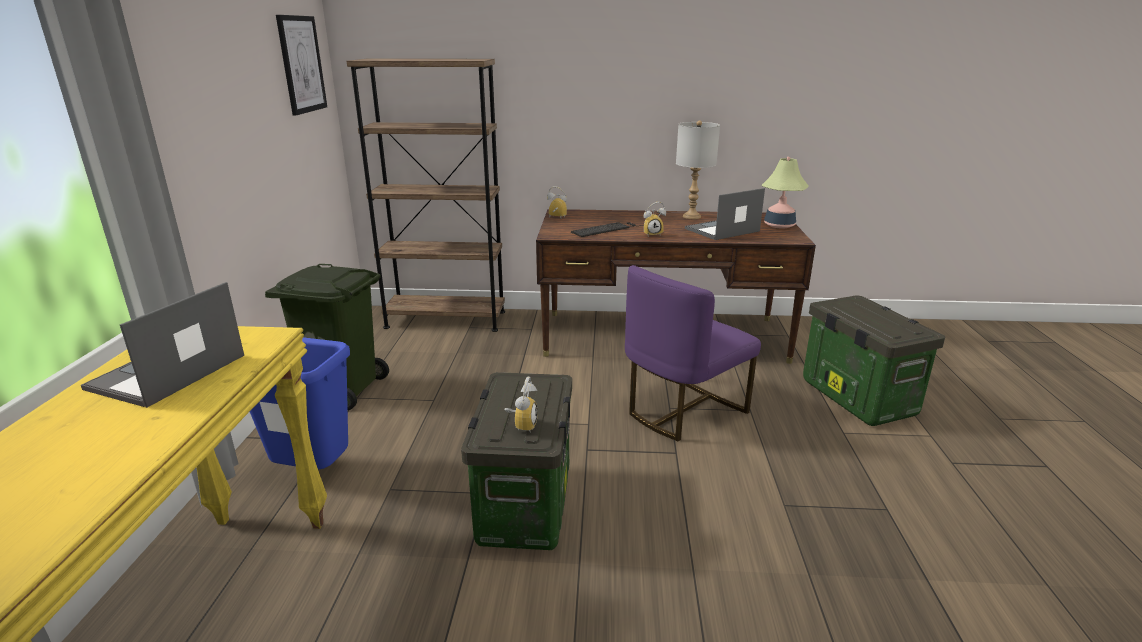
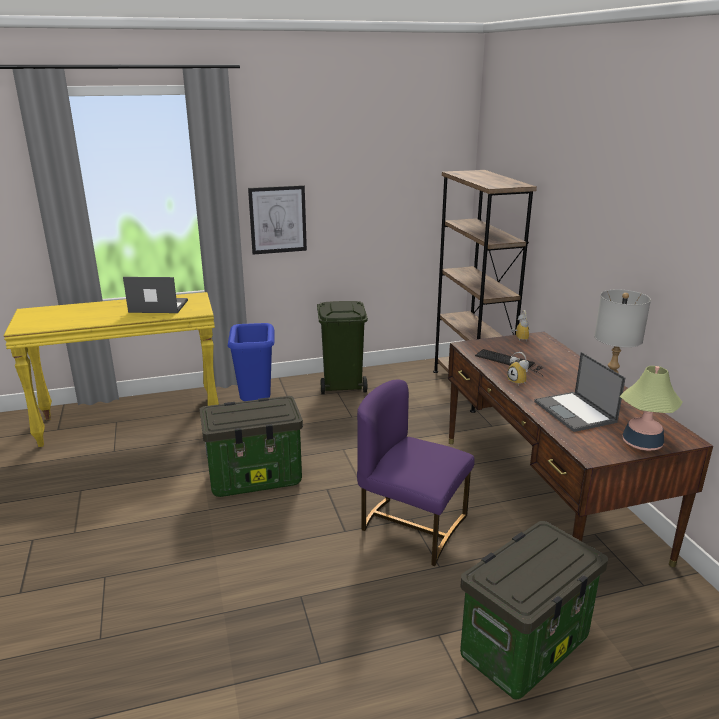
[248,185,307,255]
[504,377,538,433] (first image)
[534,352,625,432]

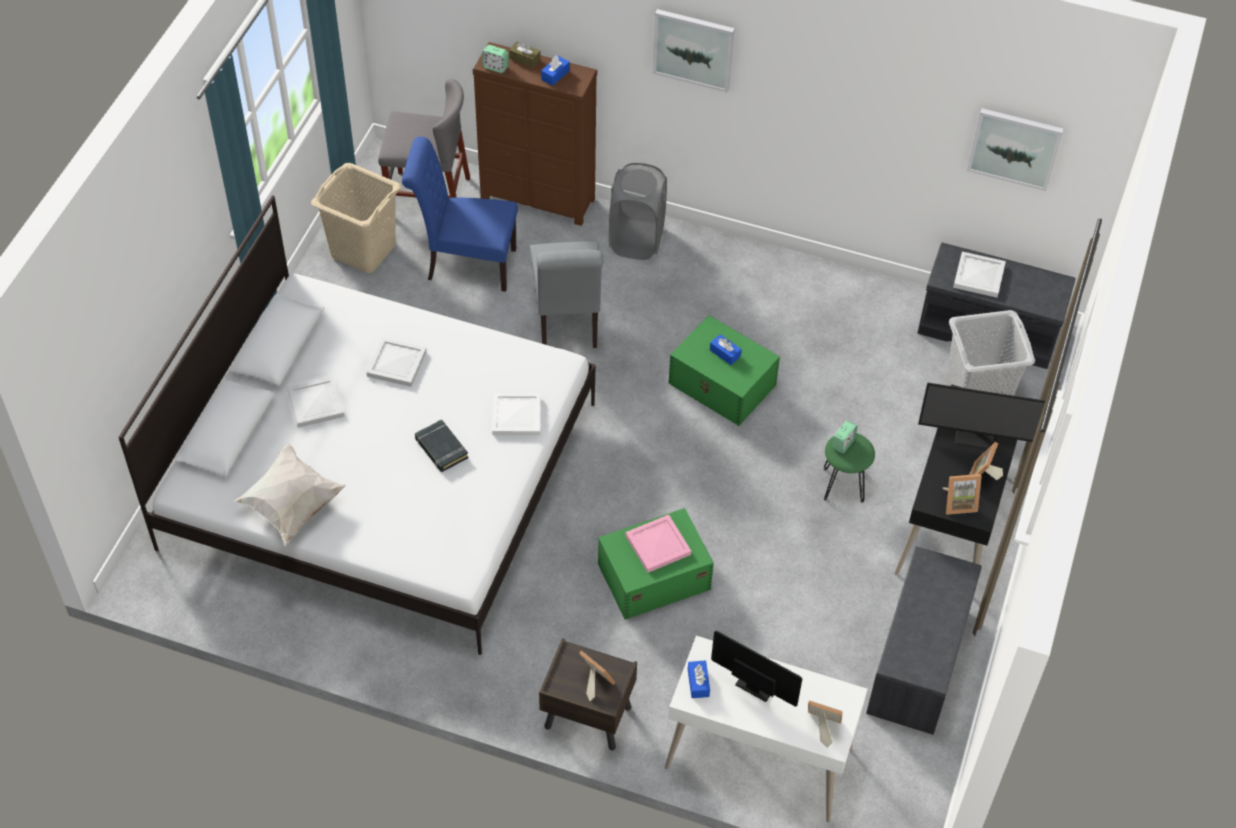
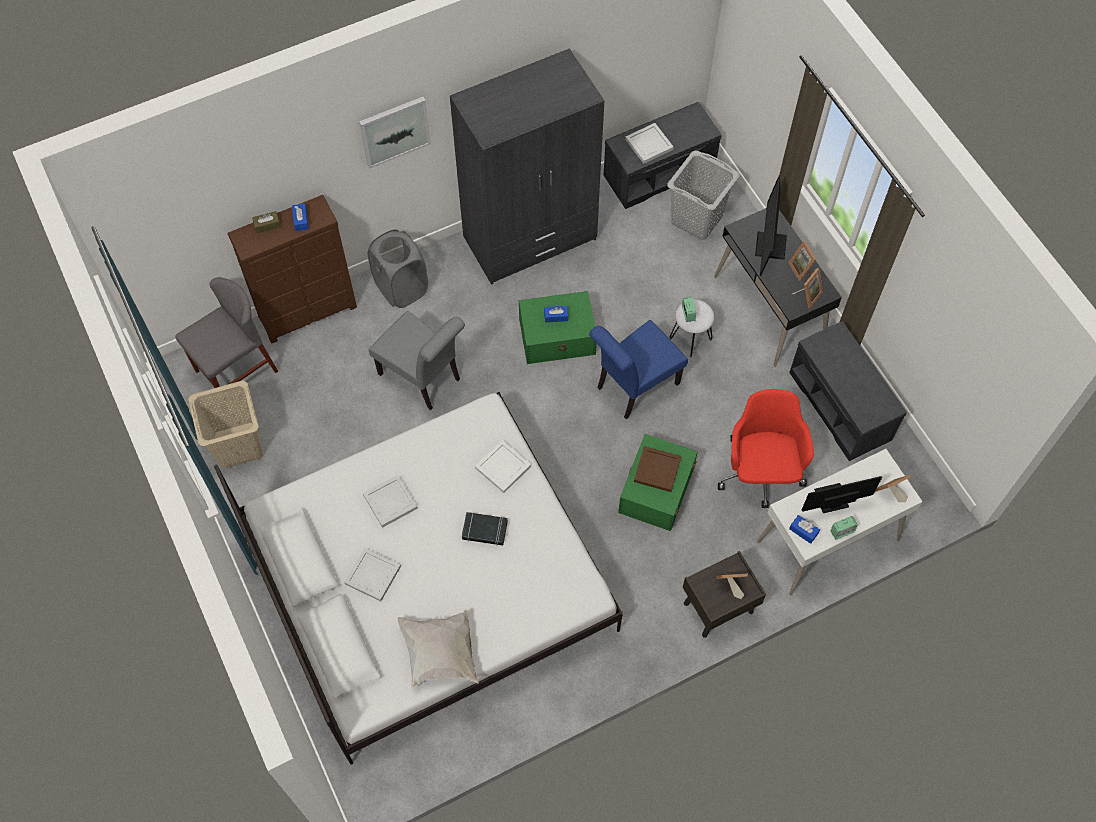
[589,320,688,419]
[830,516,858,540]
[634,446,681,492]
[669,299,714,357]
[755,176,787,276]
[967,108,1063,191] (first image)
[450,48,604,285]
[718,389,814,508]

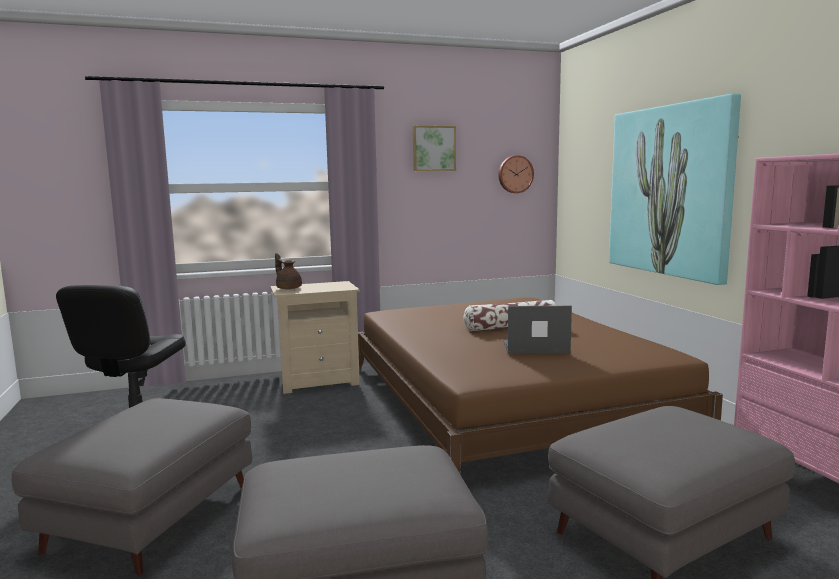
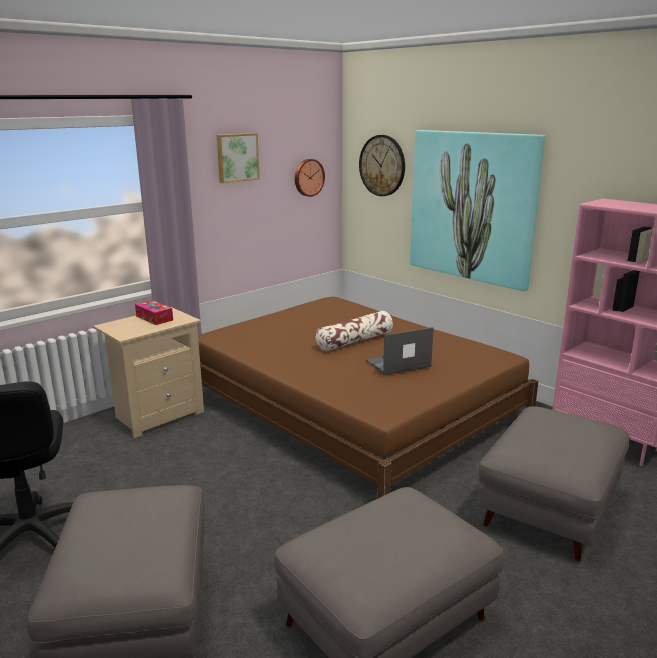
[275,253,302,289] (first image)
[135,300,173,325]
[359,135,405,196]

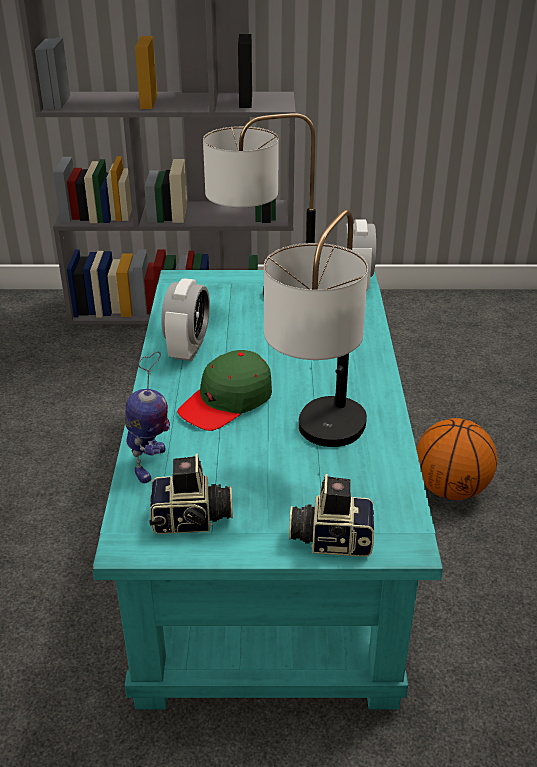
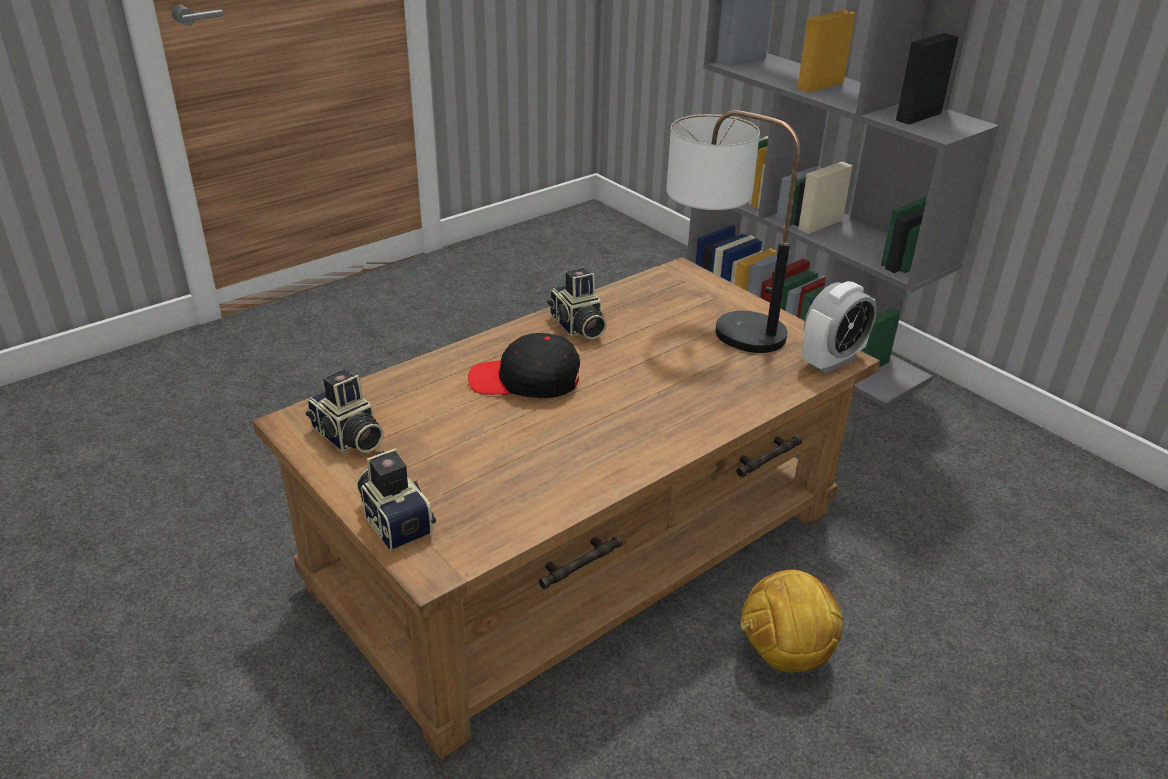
[252,257,880,760]
[125,352,170,483] (first image)
[547,268,607,340]
[468,333,580,398]
[264,210,368,447] (first image)
[741,570,843,673]

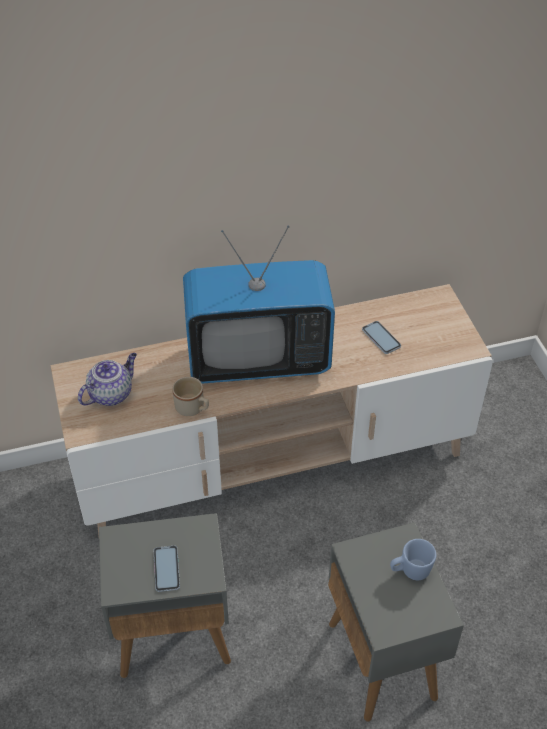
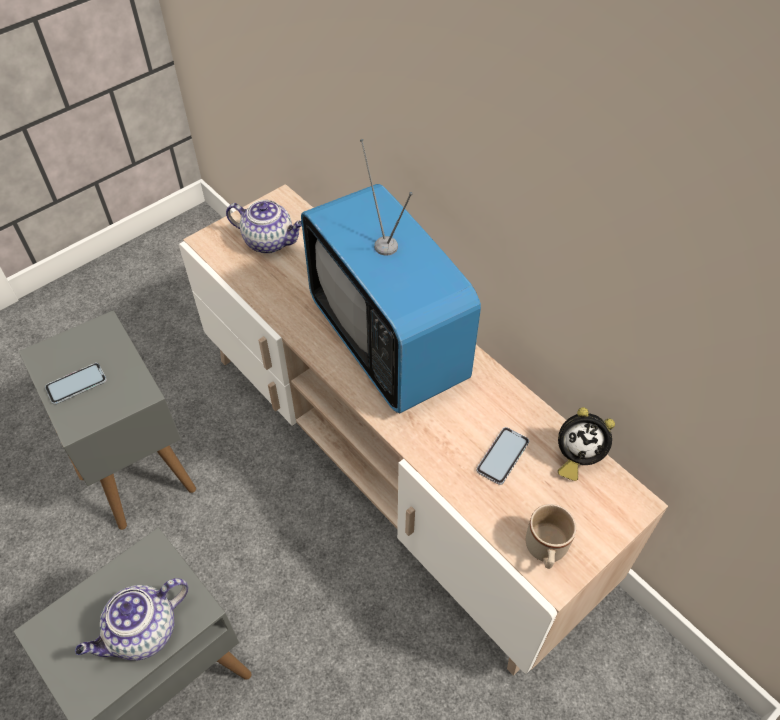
[526,504,577,569]
[75,578,188,661]
[558,407,615,481]

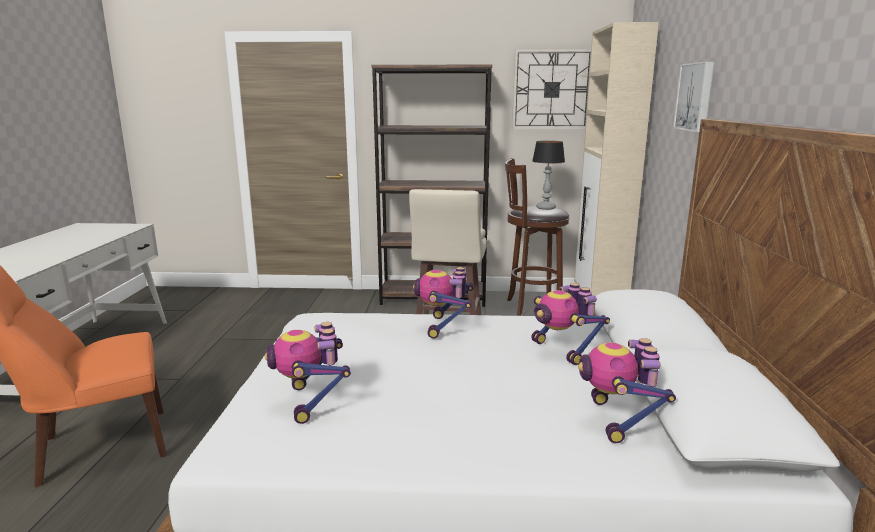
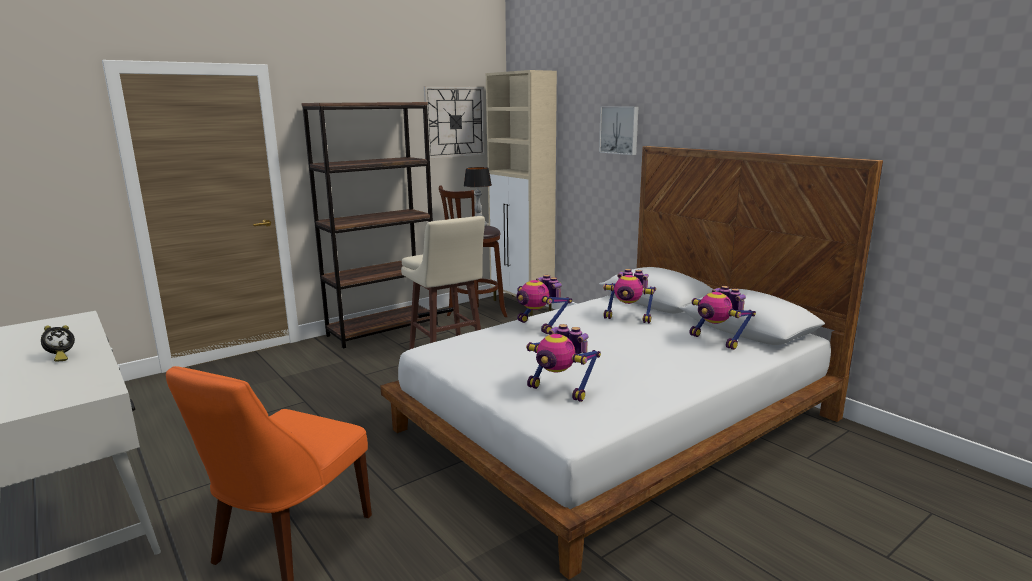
[41,325,75,362]

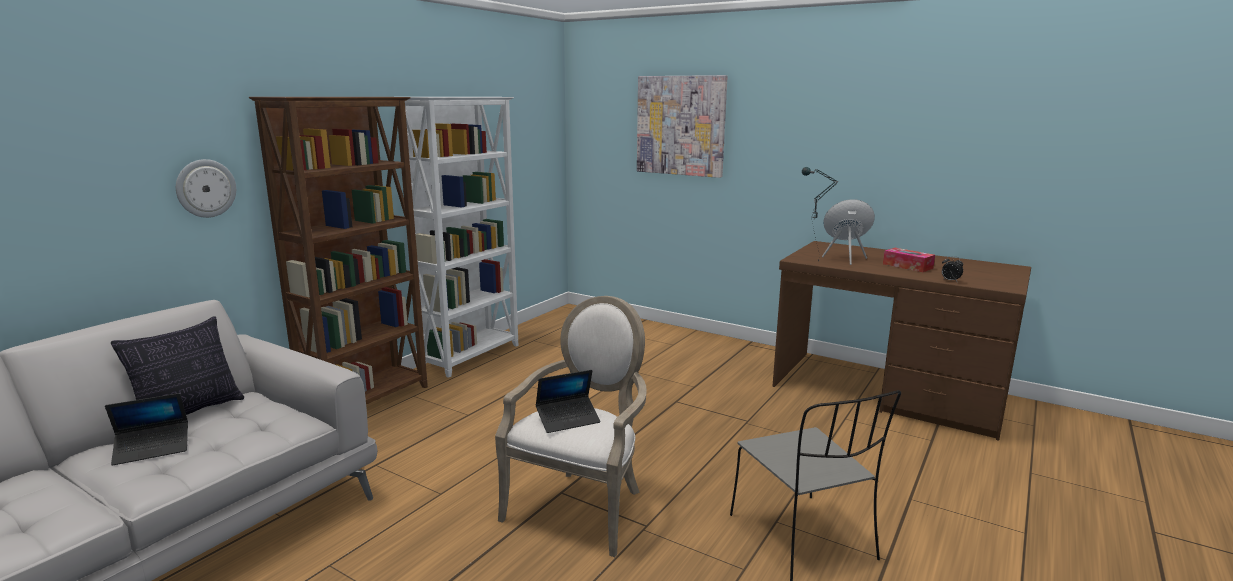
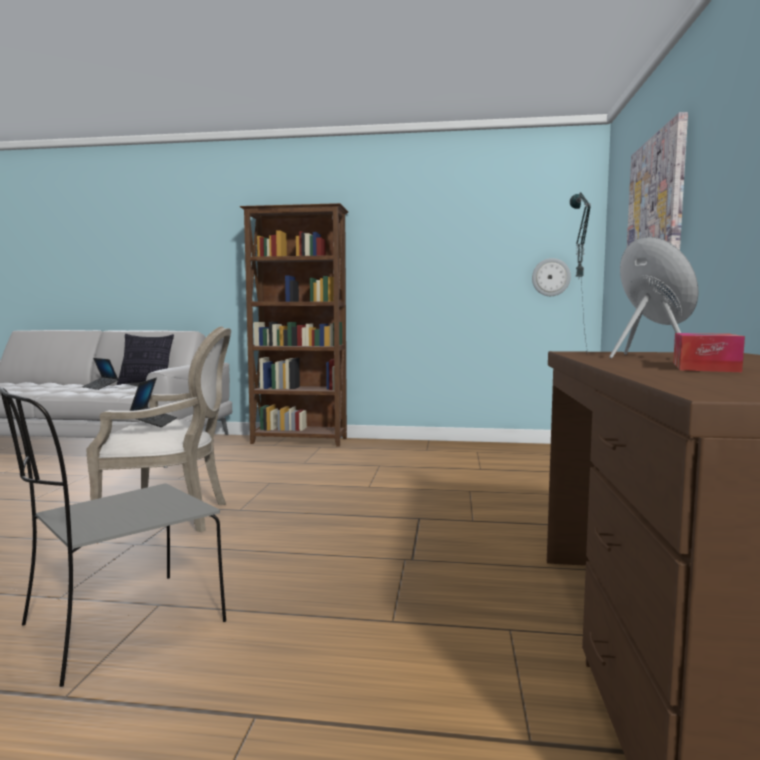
[532,258,571,296]
[405,97,519,378] (first image)
[130,378,177,427]
[942,256,963,281] (first image)

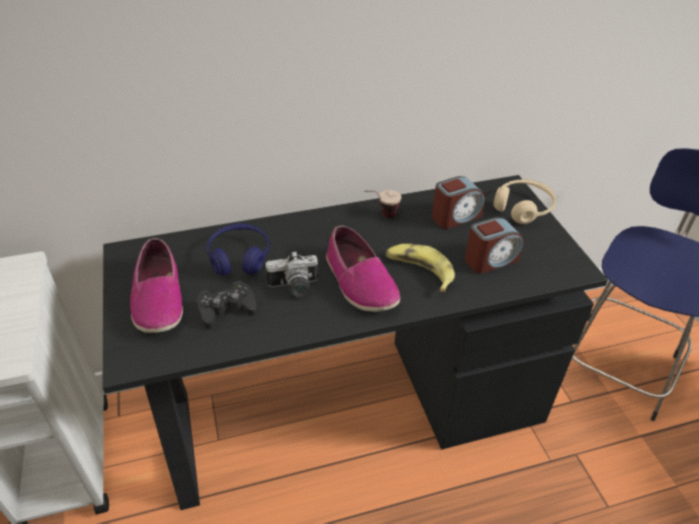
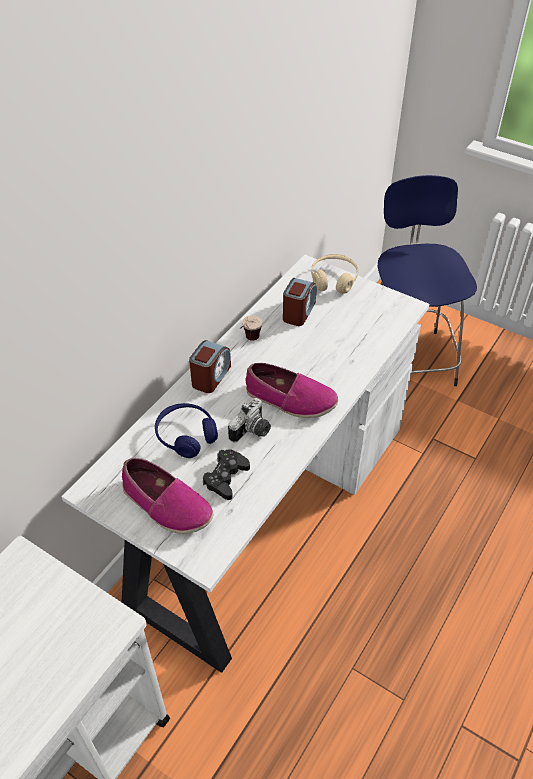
[61,255,429,673]
[386,244,455,292] (first image)
[189,340,231,393]

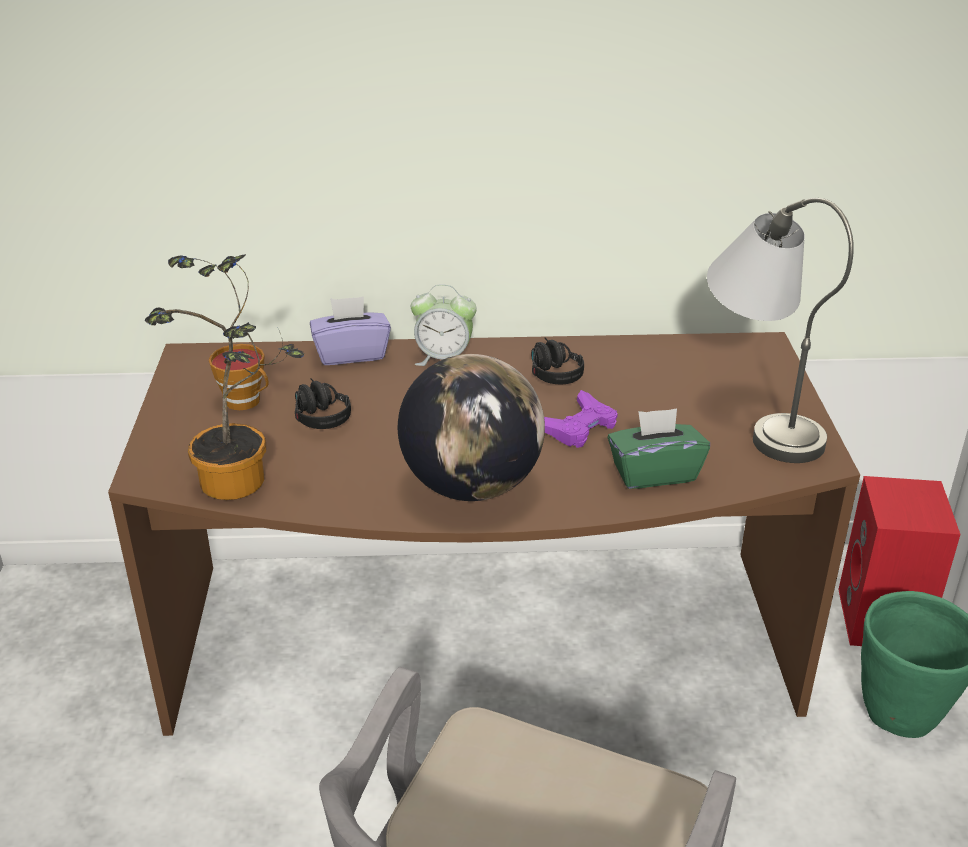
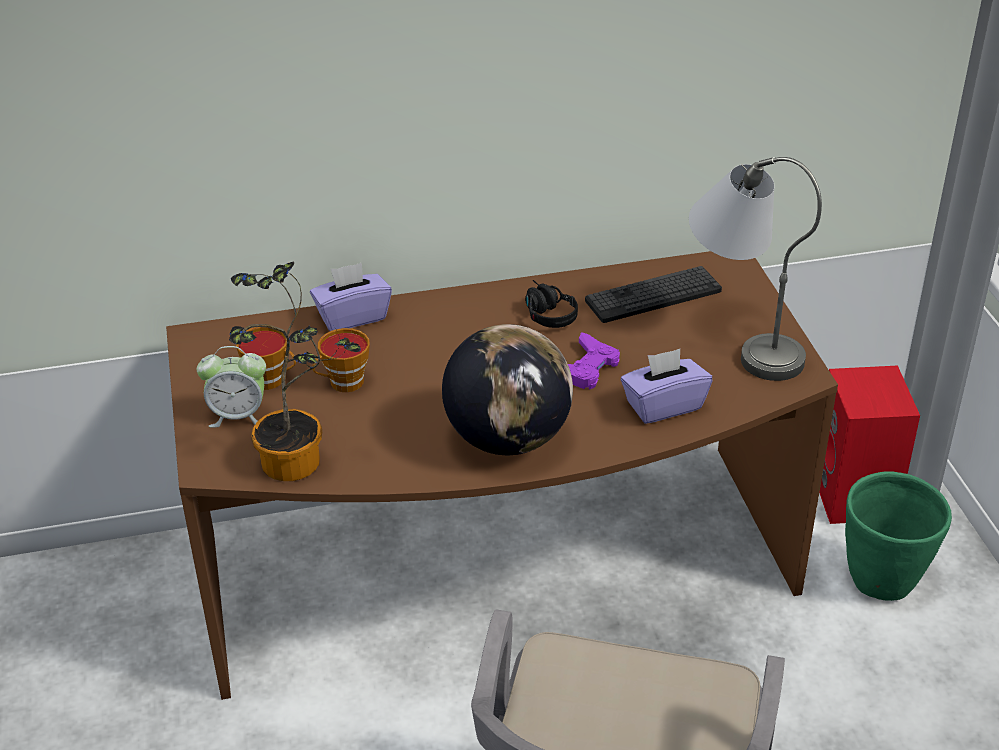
[312,328,370,392]
[197,346,266,428]
[621,349,712,424]
[585,266,722,323]

